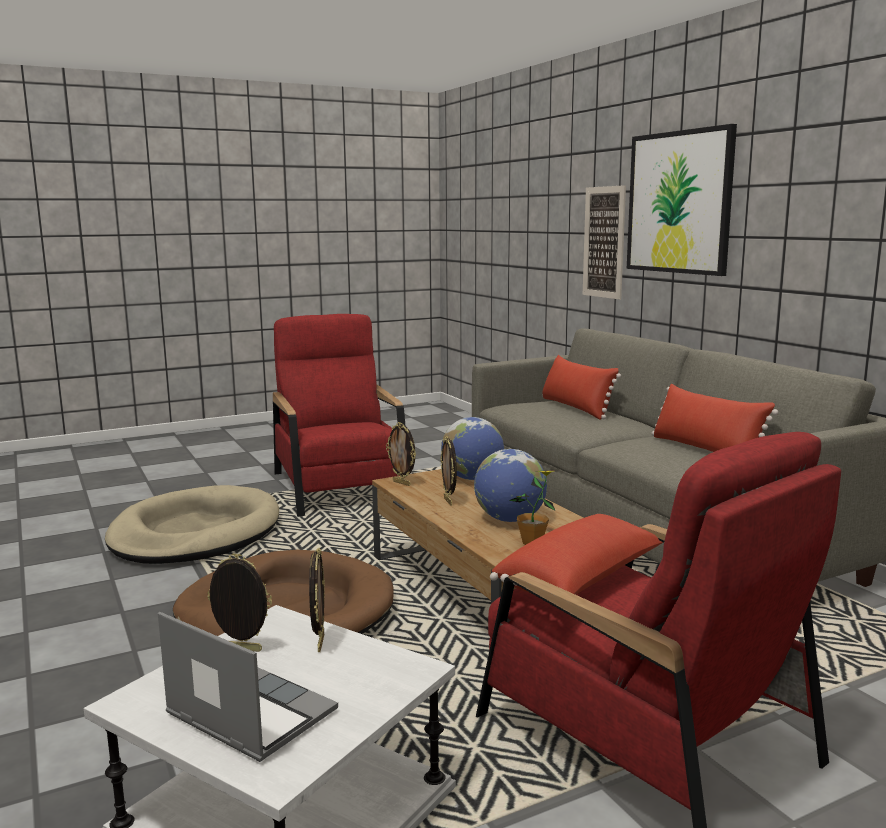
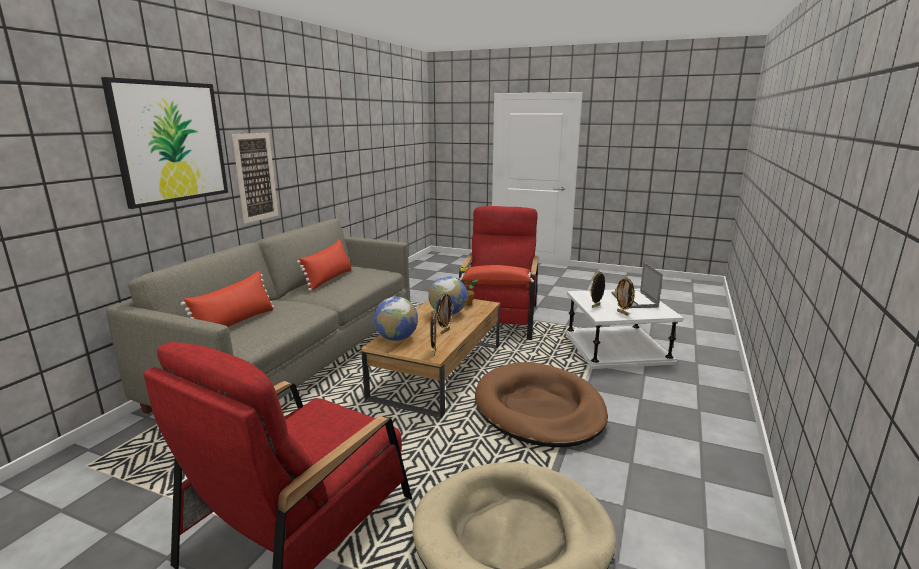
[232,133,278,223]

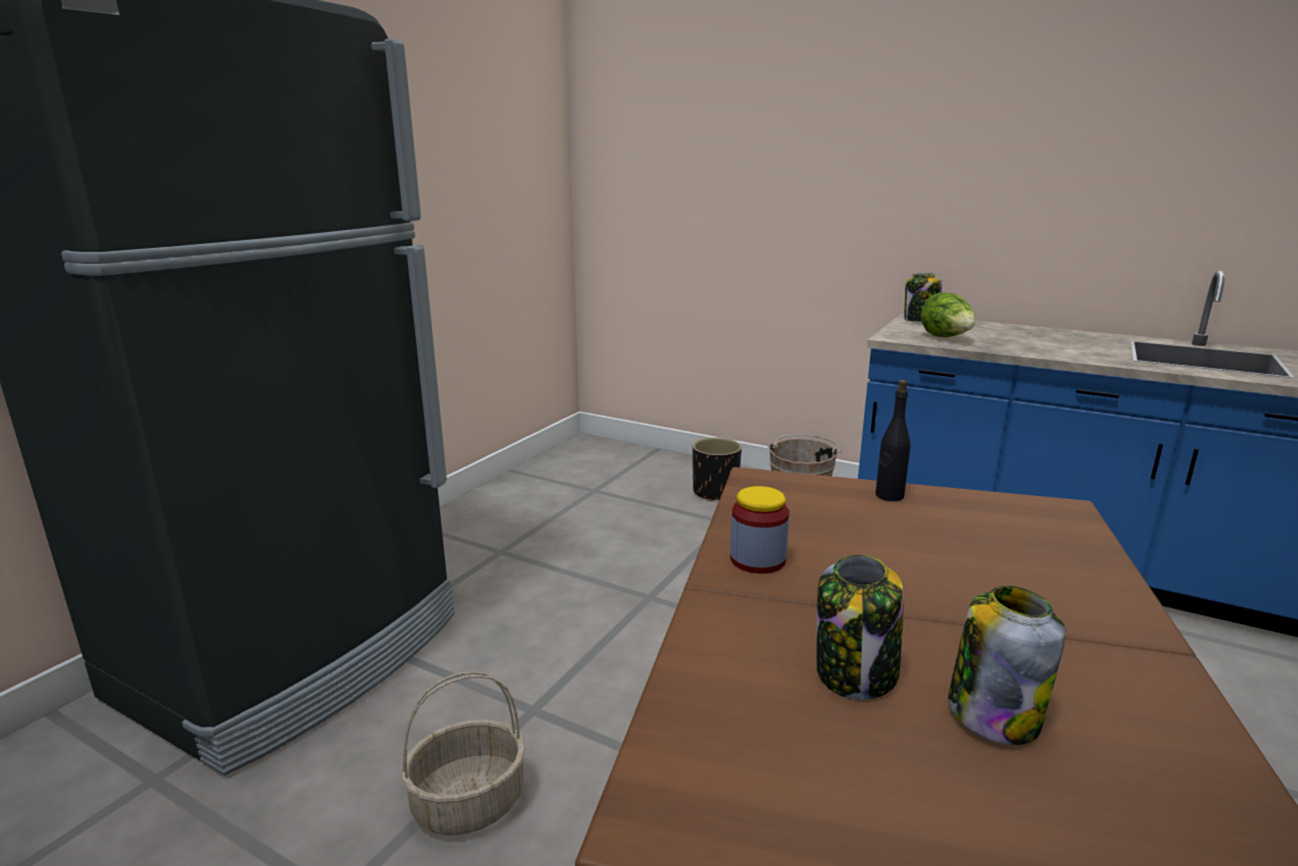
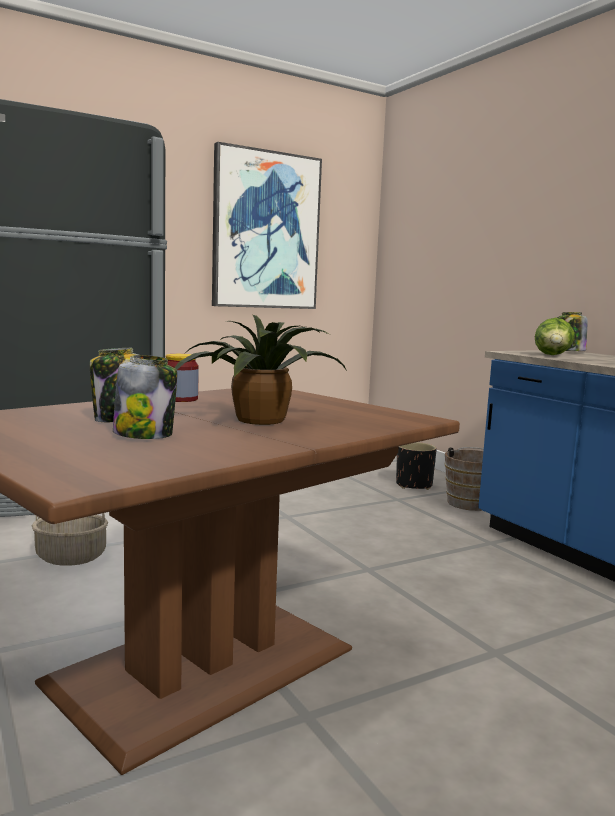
[875,380,911,501] (first image)
[174,315,347,425]
[212,142,322,309]

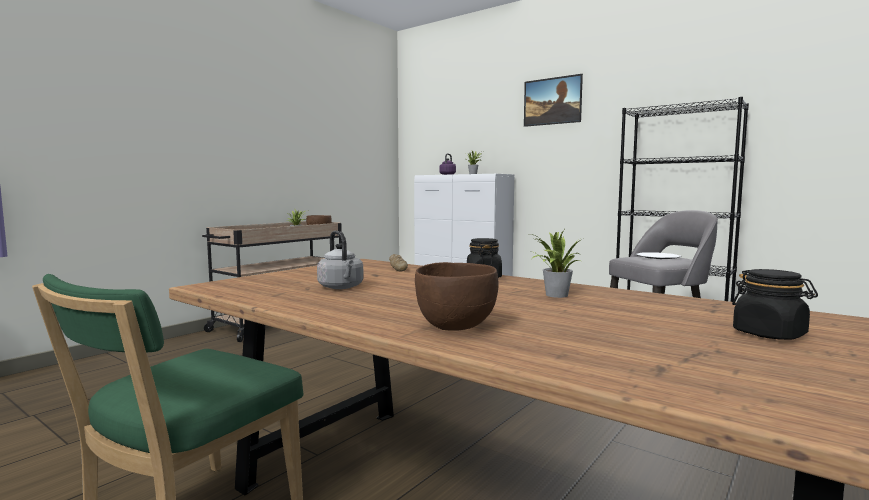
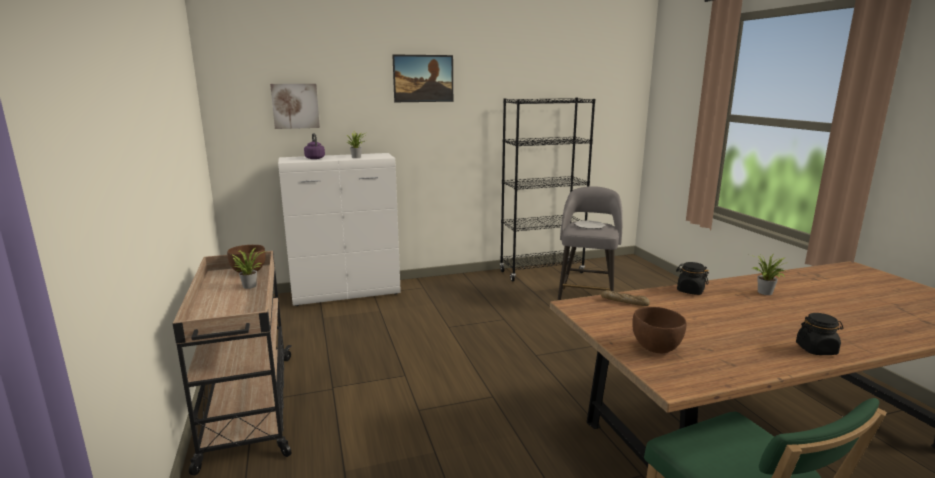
[317,231,364,289] (first image)
[632,307,686,353]
[796,313,843,355]
[270,84,320,129]

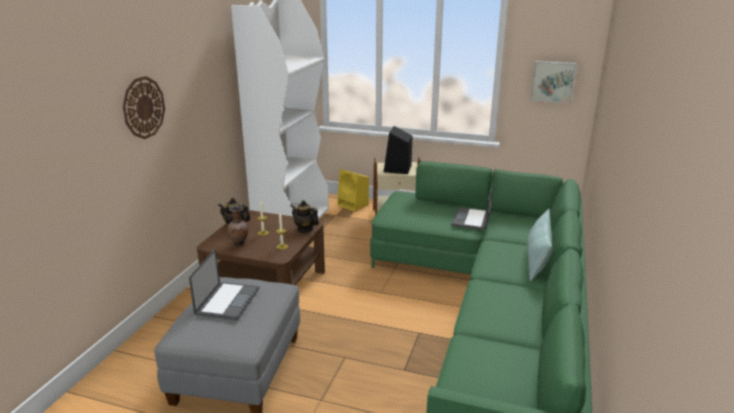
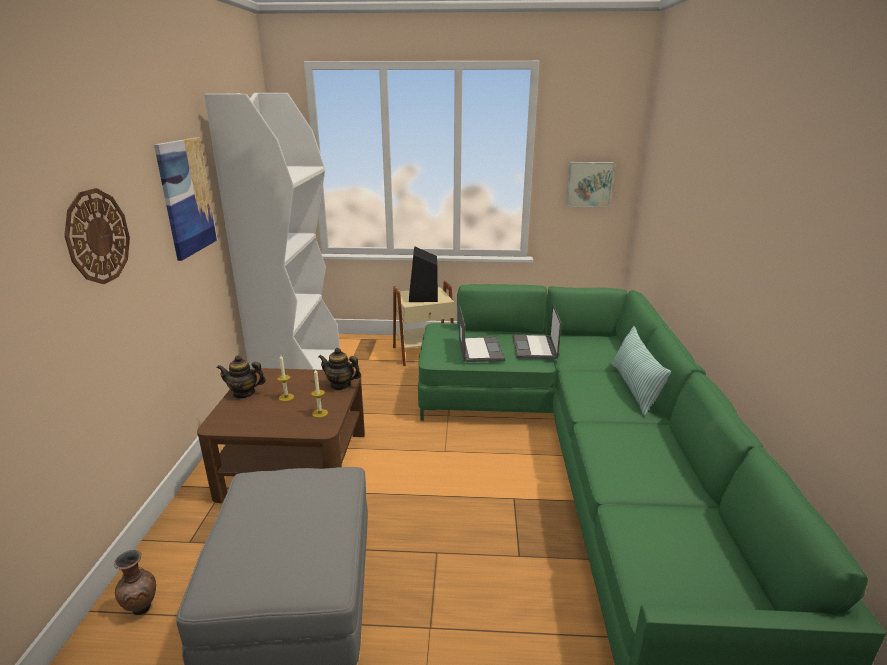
[459,306,505,362]
[114,550,156,615]
[337,169,369,212] (first image)
[154,137,218,261]

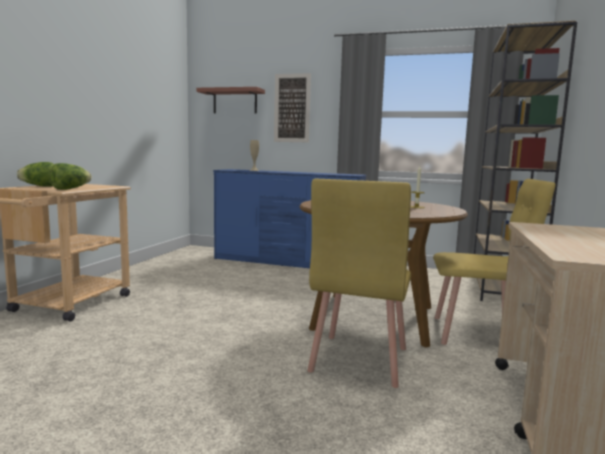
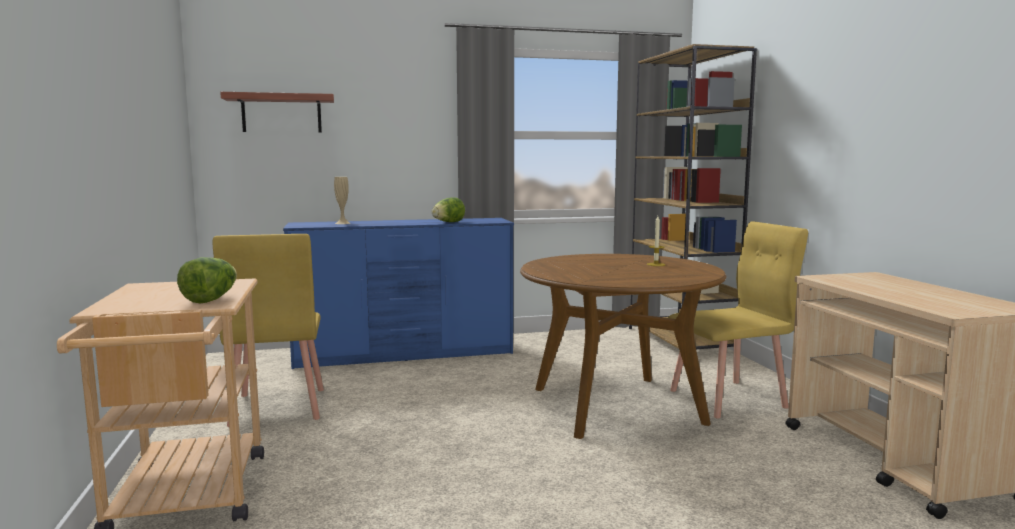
[432,197,465,222]
[274,73,311,143] (first image)
[213,234,324,427]

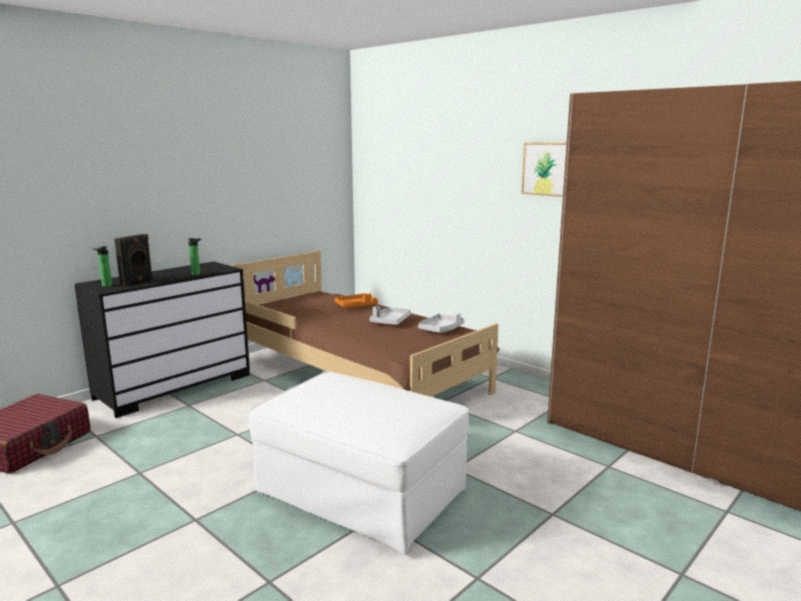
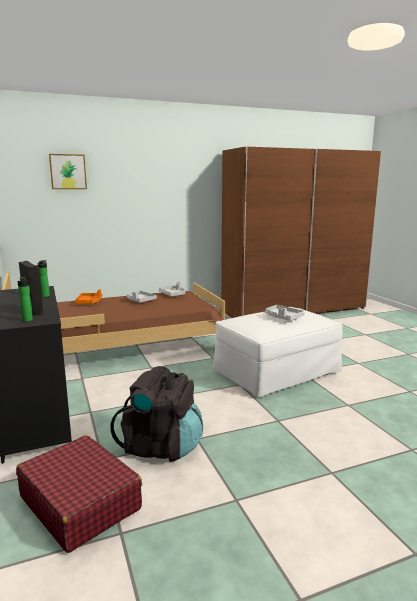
[49,154,87,189]
[111,366,203,462]
[265,305,305,321]

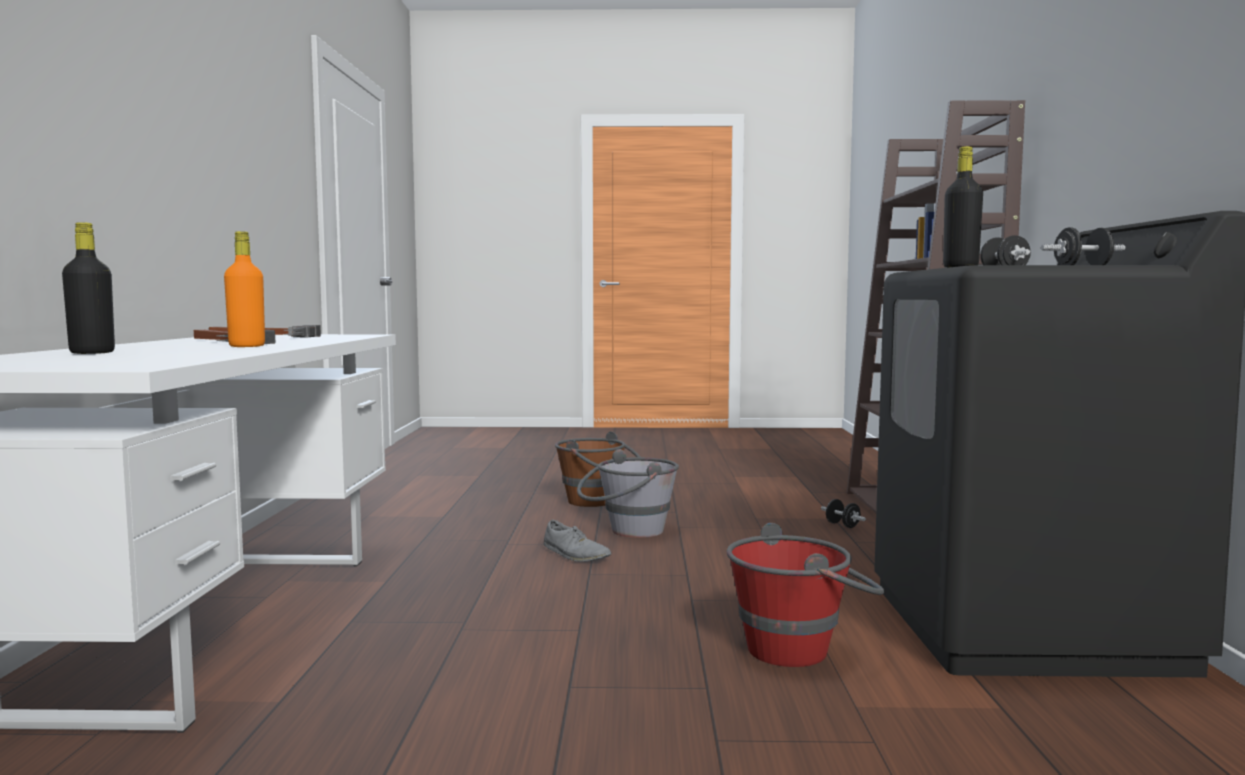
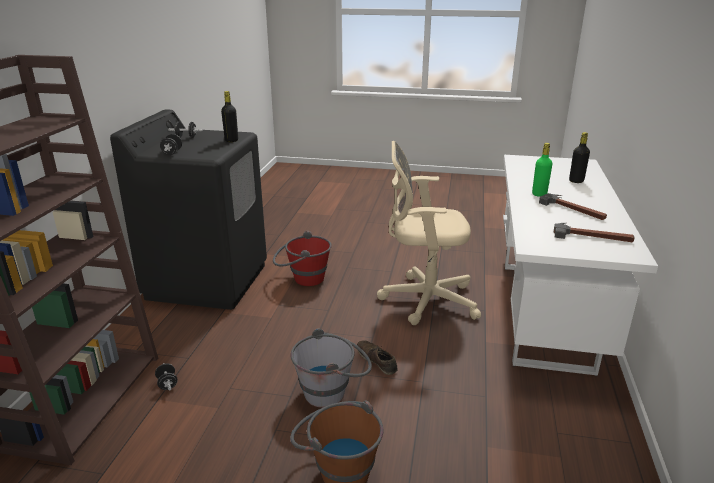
[532,143,552,197]
[357,340,398,375]
[377,141,481,325]

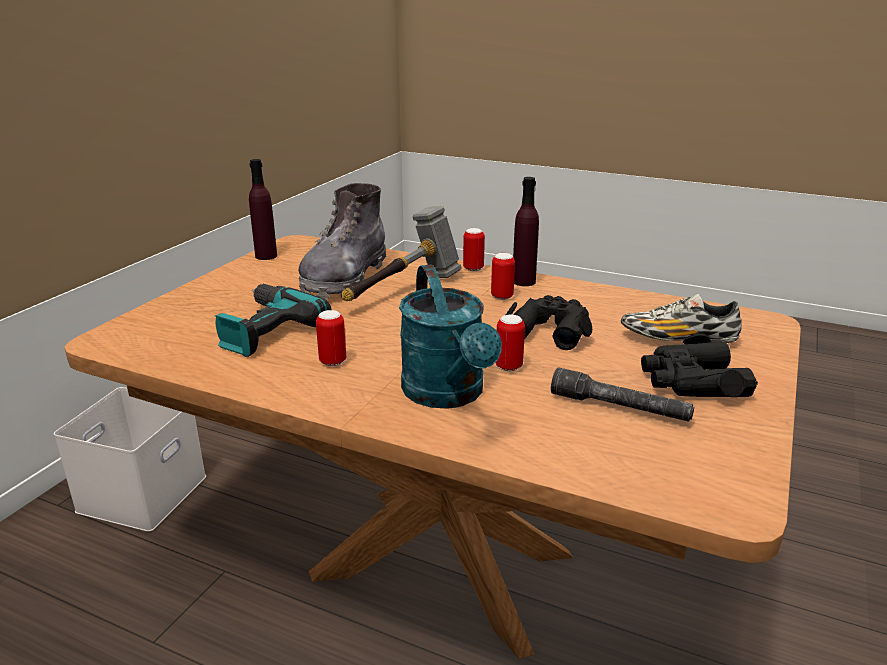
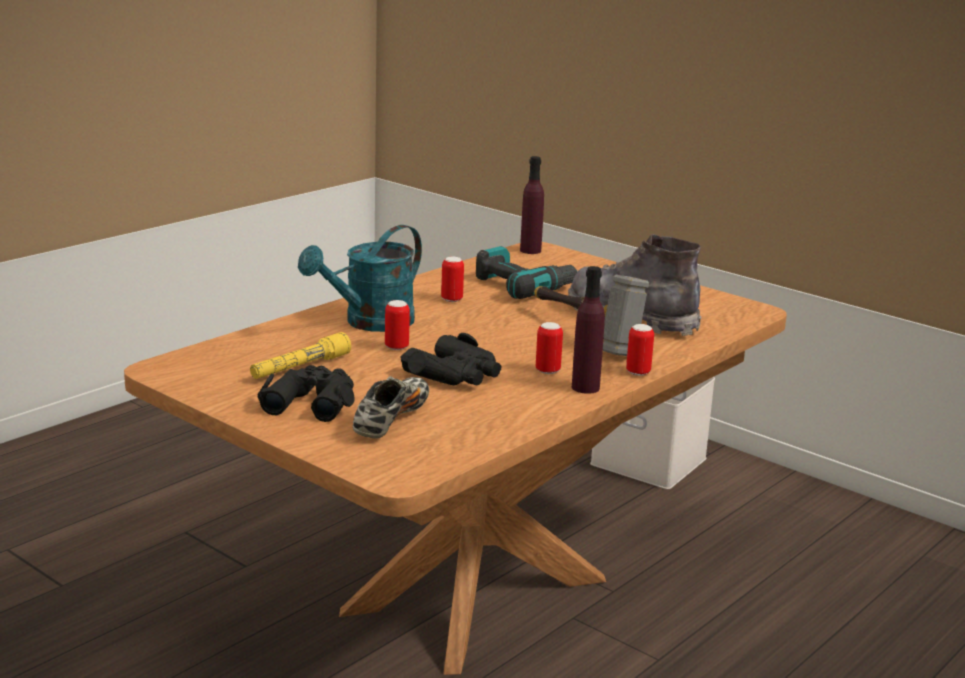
[520,156,544,254]
[298,225,422,332]
[250,332,351,379]

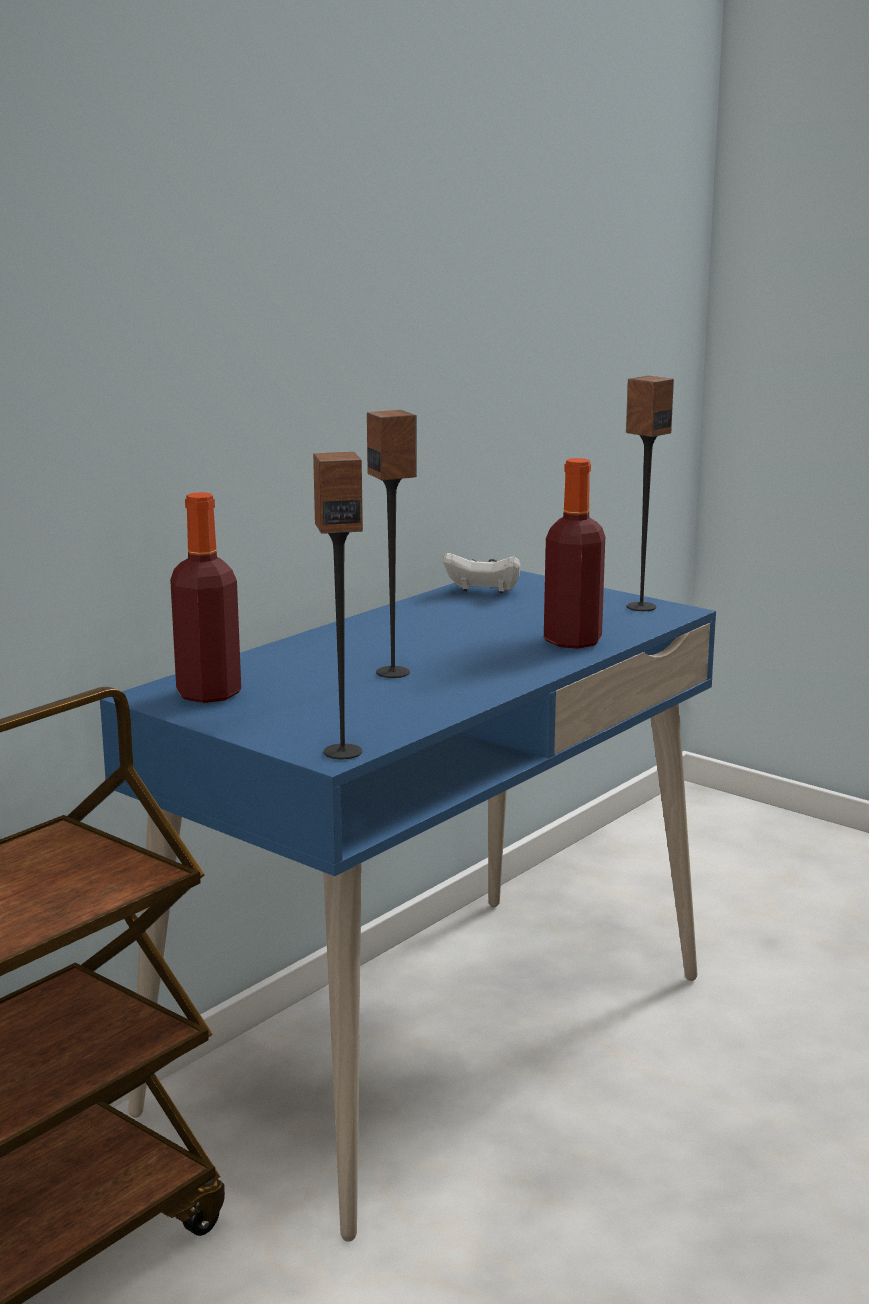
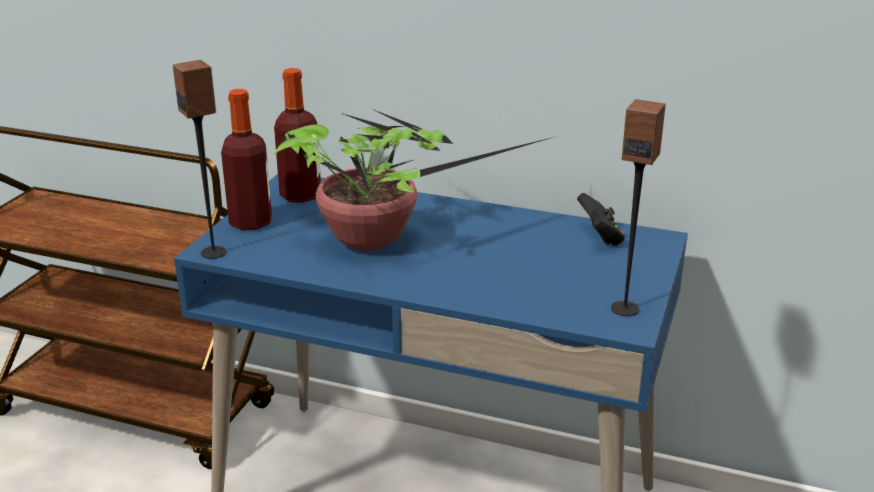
[273,109,557,251]
[577,193,625,246]
[221,89,272,230]

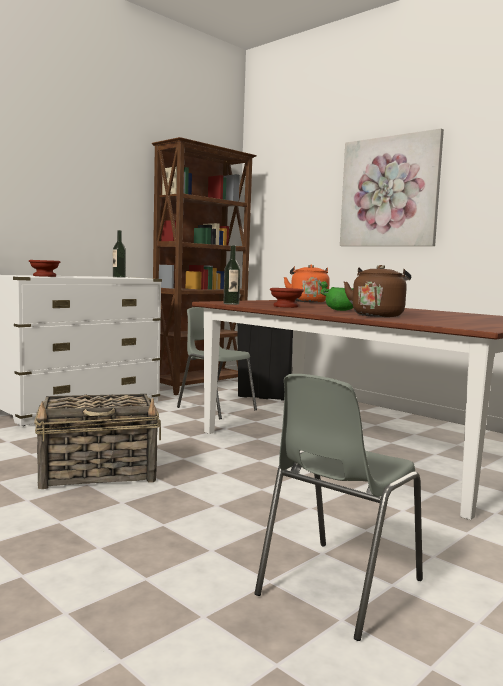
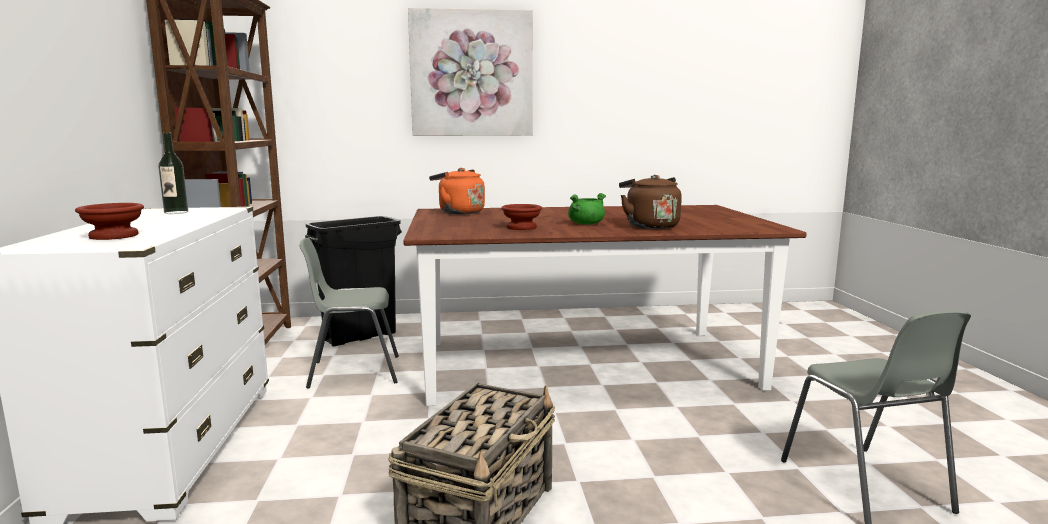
[224,245,240,305] (first image)

